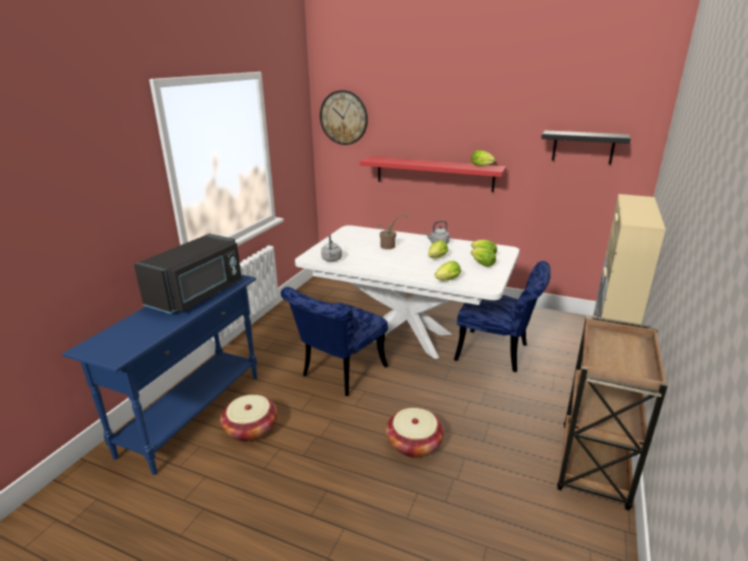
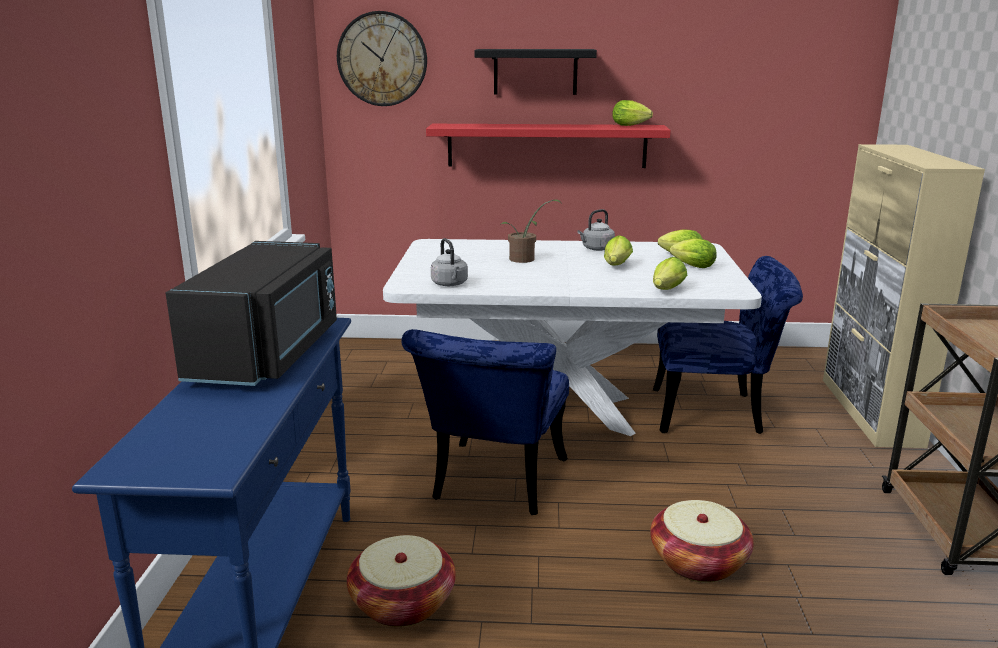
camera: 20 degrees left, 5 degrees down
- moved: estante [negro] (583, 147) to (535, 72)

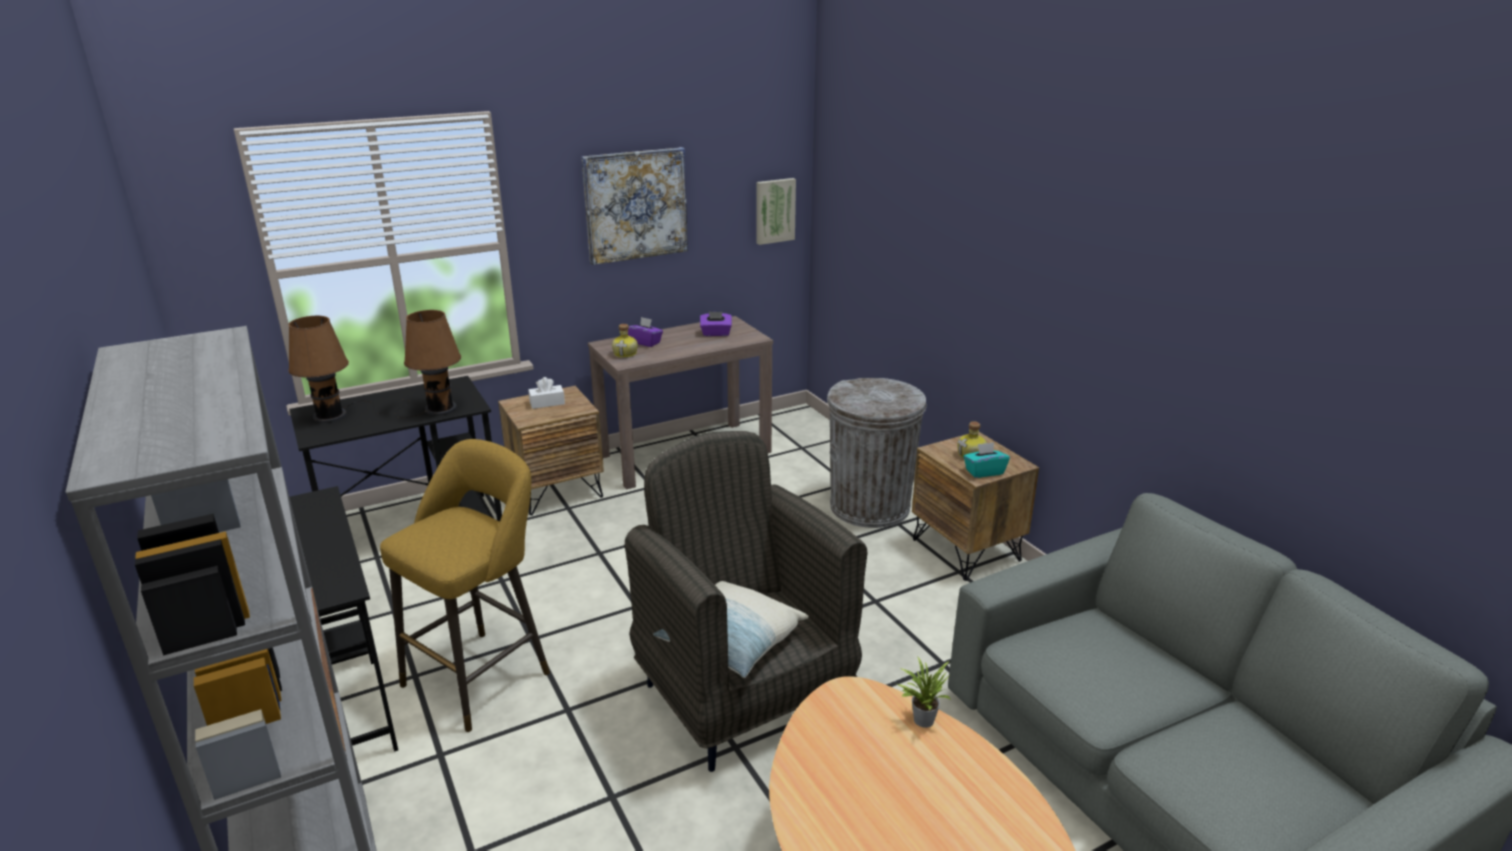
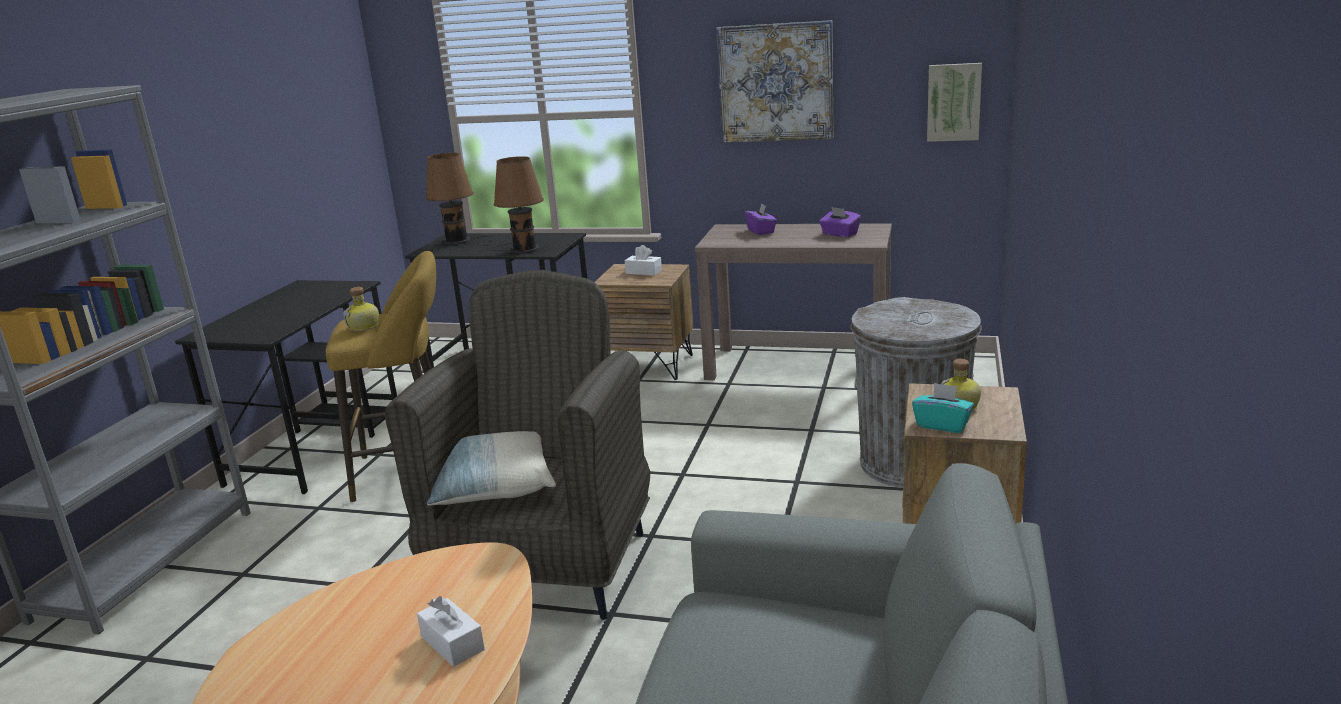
camera: 45 degrees right, 5 degrees down
- moved: botella (626, 354) to (364, 326)
- removed: planta en maceta (921, 718)
- added: caja de pañuelos [blanco] (452, 643)

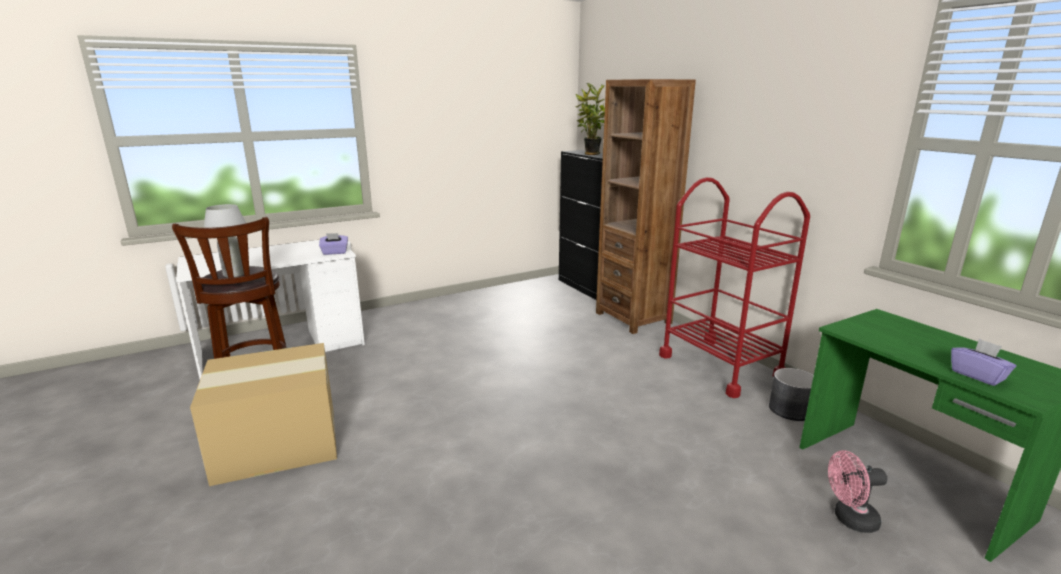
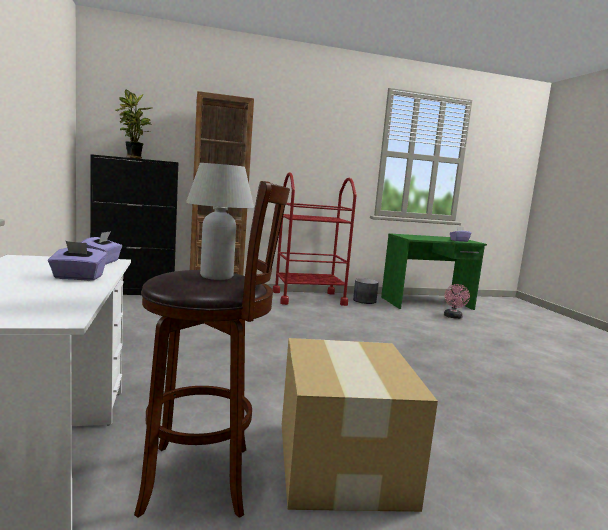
camera: 75 degrees left, 10 degrees down
- added: caja de pañuelos [morado] (78, 277)

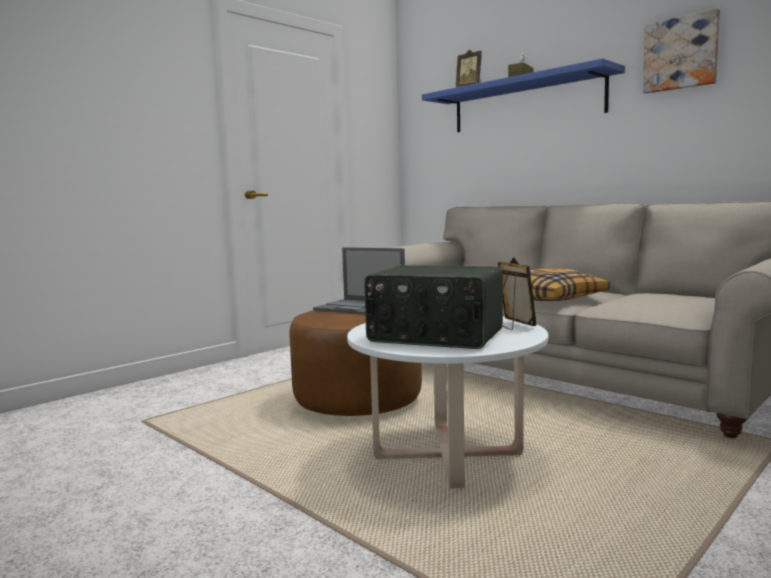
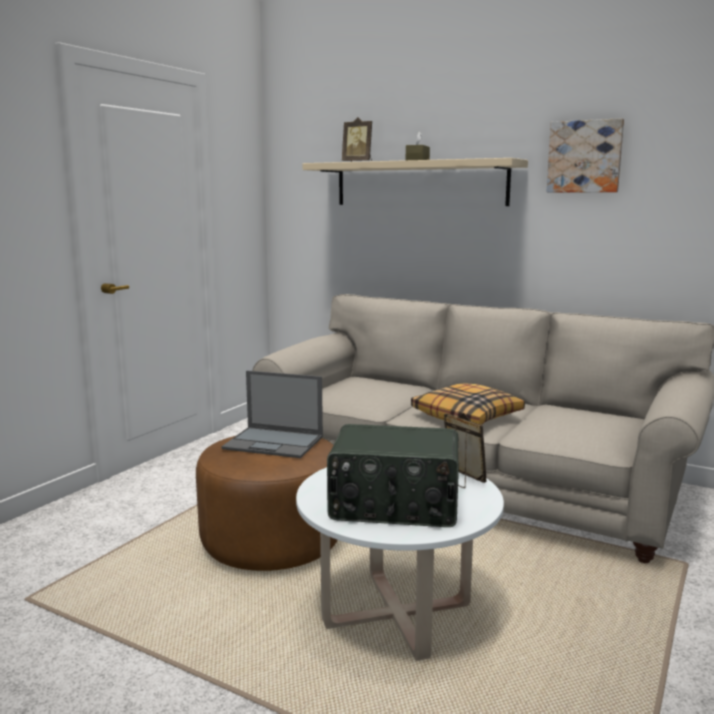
camera: 15 degrees left, 5 degrees up
- recoloured: estante [azul] (525, 103) to estante [beis] (419, 184)

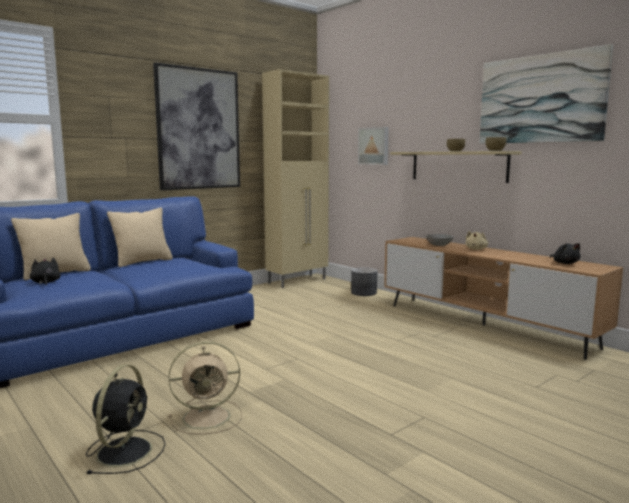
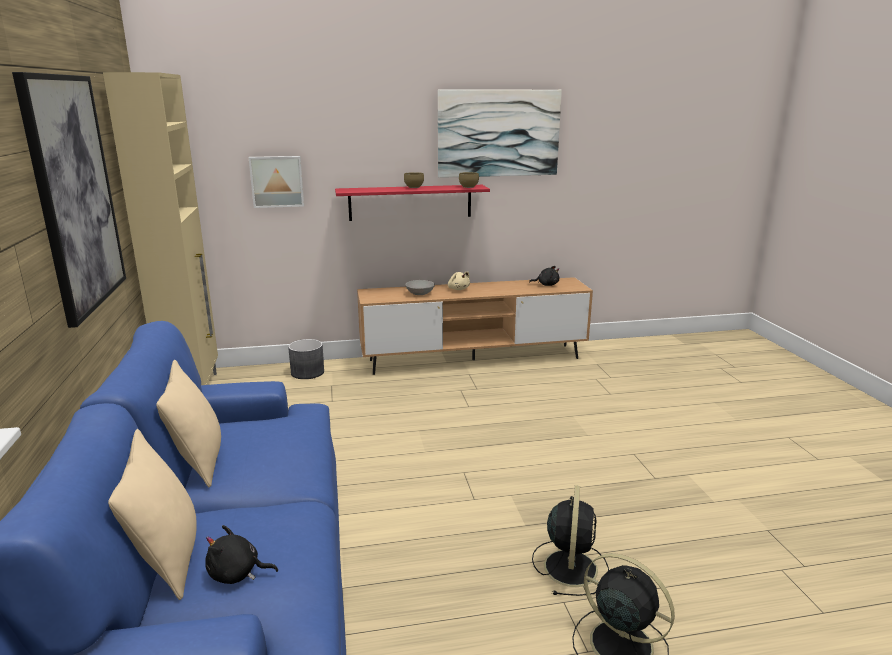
camera: 60 degrees left, 10 degrees up
- recoloured: ventilador [beis] (209, 417) to ventilador [negro] (570, 566)
- recoloured: estante [beis] (458, 166) to estante [rojo] (410, 202)

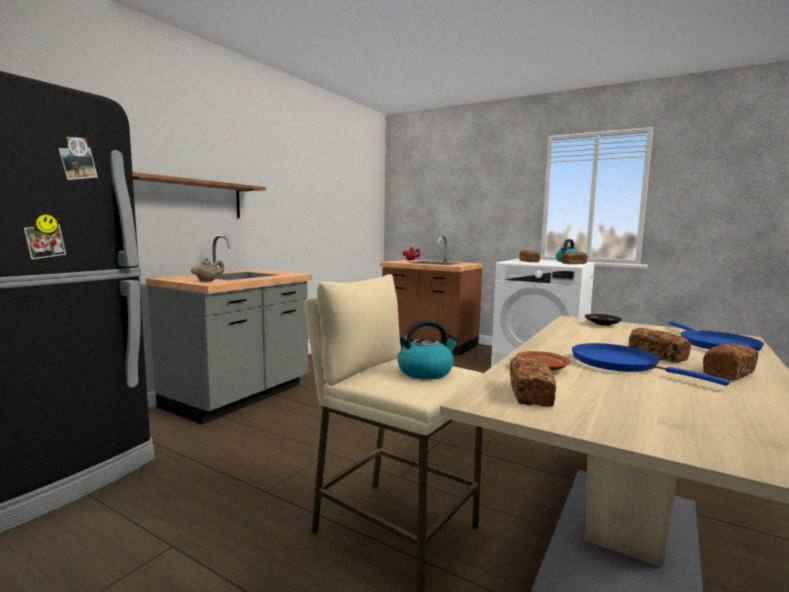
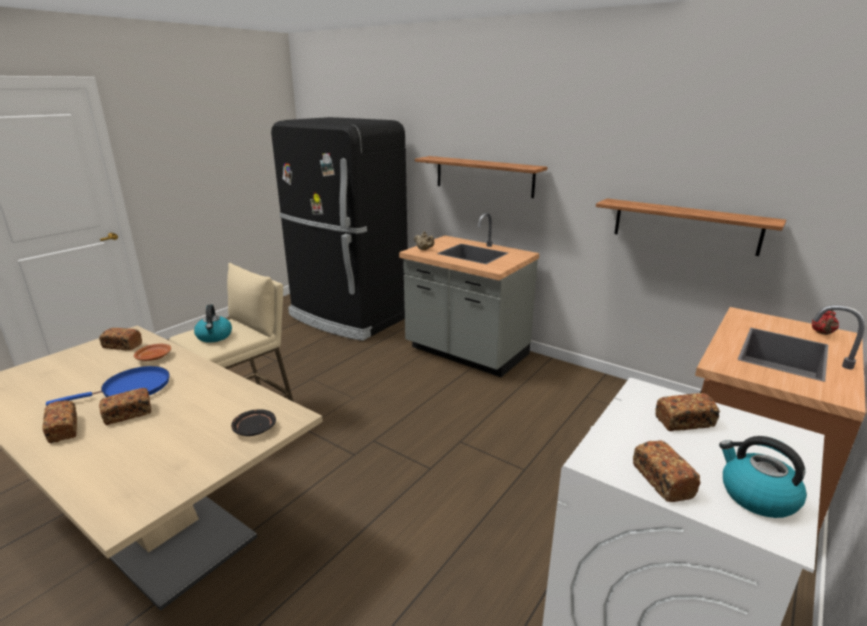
camera: 95 degrees right, 15 degrees up
- removed: sartén [azul] (715, 344)
- added: estante (685, 226)

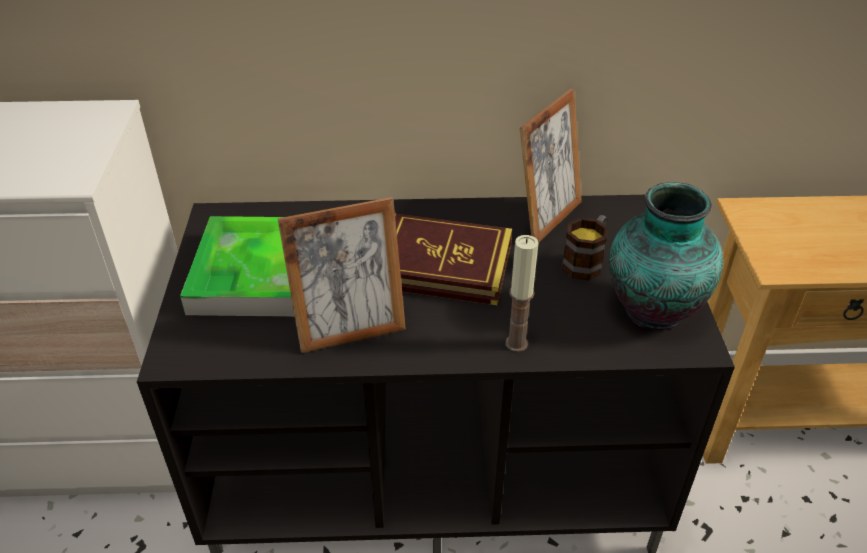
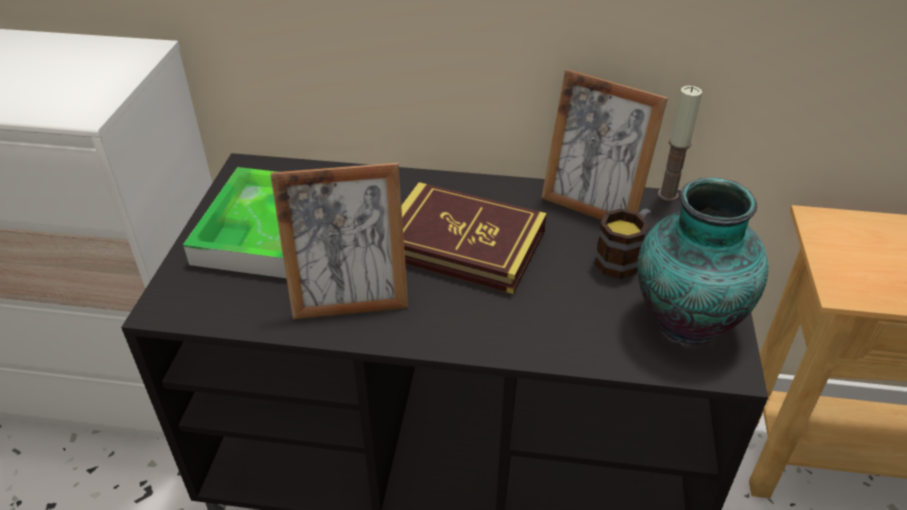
camera: 10 degrees right, 0 degrees up
- moved: vela (516, 343) to (667, 195)
- turned: portarretratos (547, 218) = (591, 207) 75 degrees clockwise

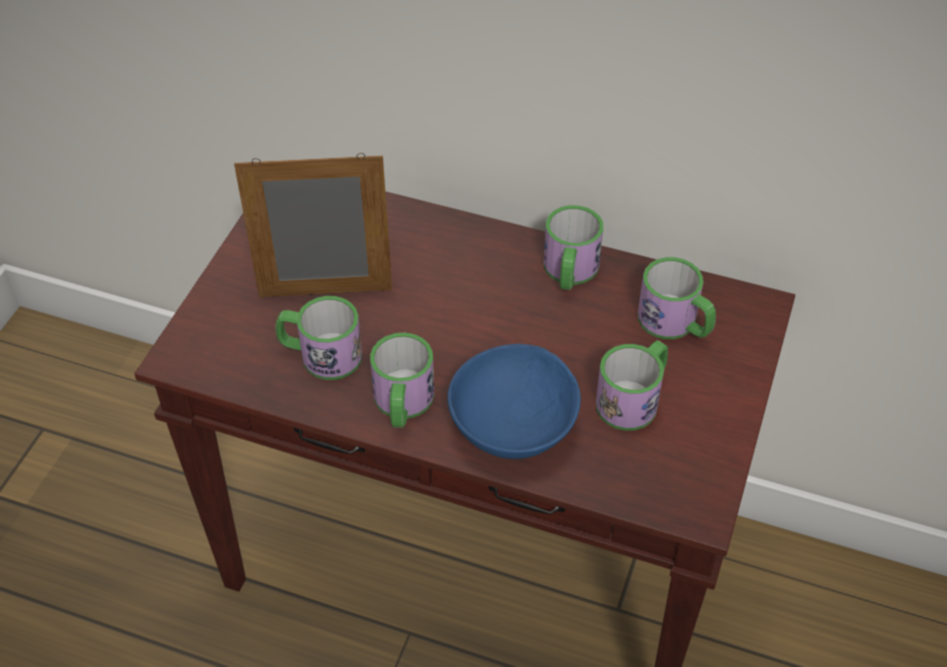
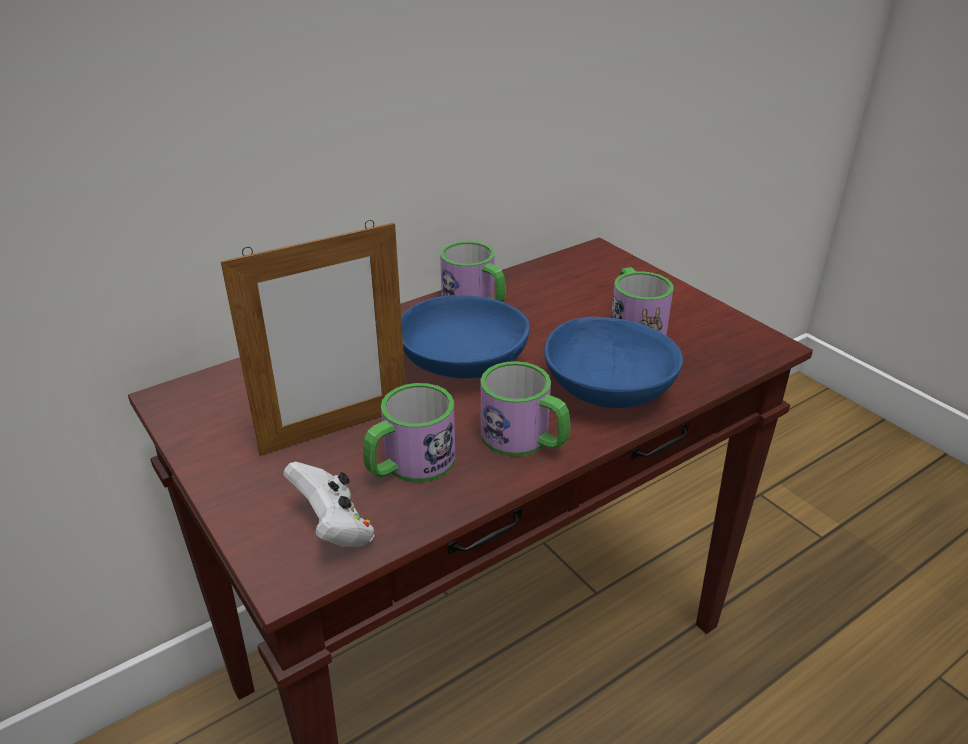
camera: 55 degrees left, 15 degrees down
- turned: portarretratos (325, 293) = (335, 430) 150 degrees counterclockwise
- removed: taza grande (675, 323)
- added: mando de consola [blanco] (334, 528)
- added: cuenco [azul] (462, 364)

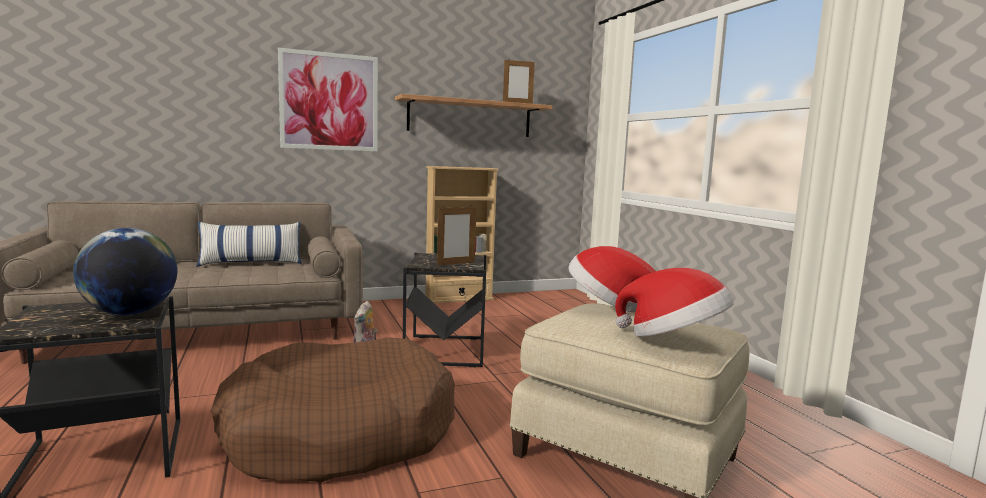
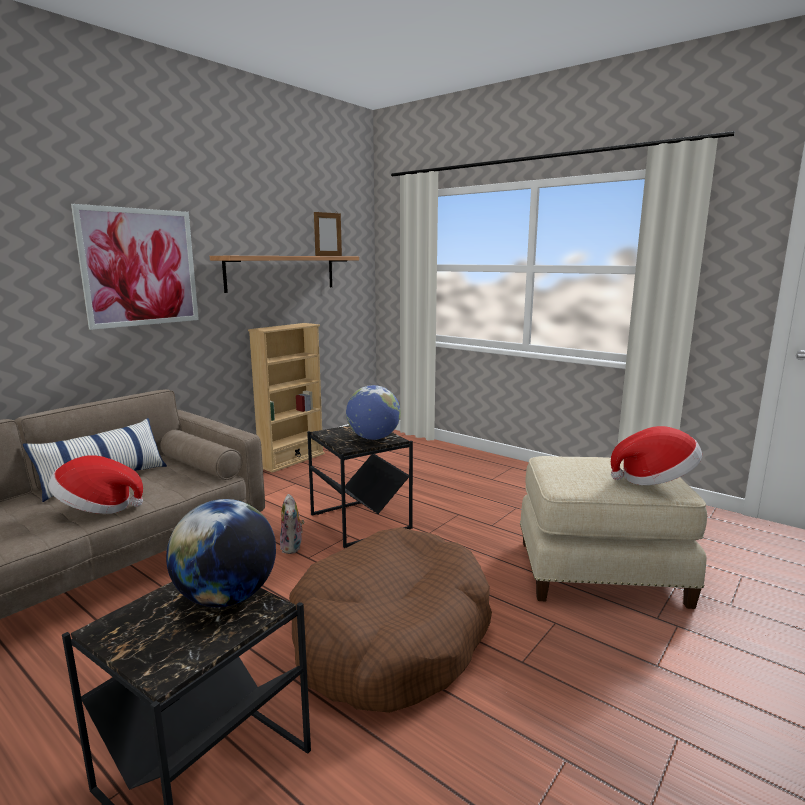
camera: 30 degrees left, 5 degrees up
- replaced: portarretratos (456, 263) to globo terráqueo (373, 438)
- moved: sombrero (608, 306) to (97, 508)

